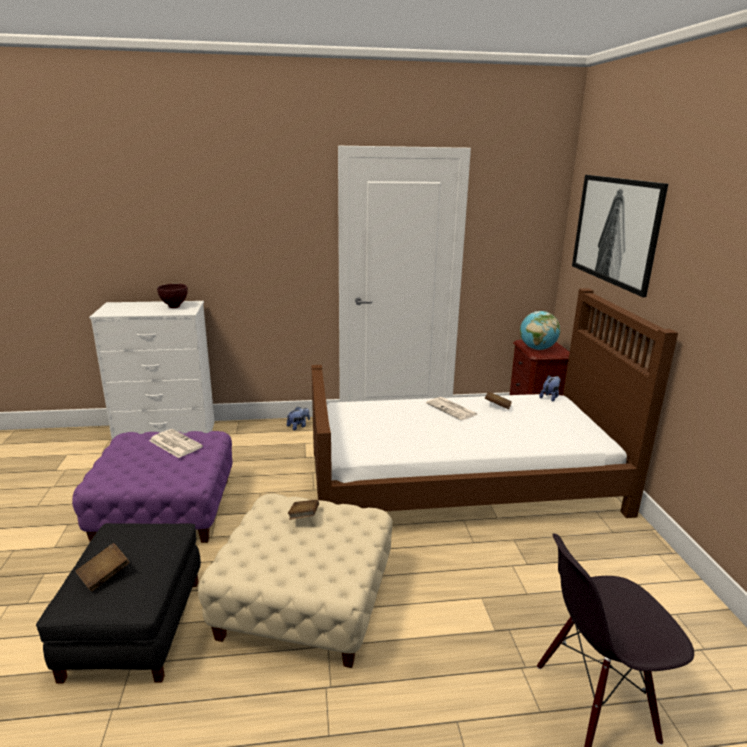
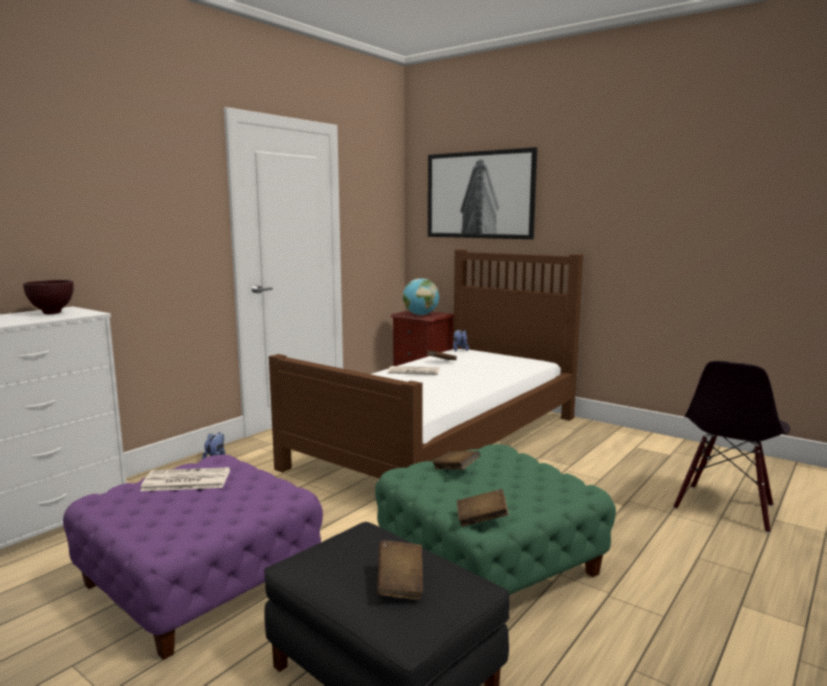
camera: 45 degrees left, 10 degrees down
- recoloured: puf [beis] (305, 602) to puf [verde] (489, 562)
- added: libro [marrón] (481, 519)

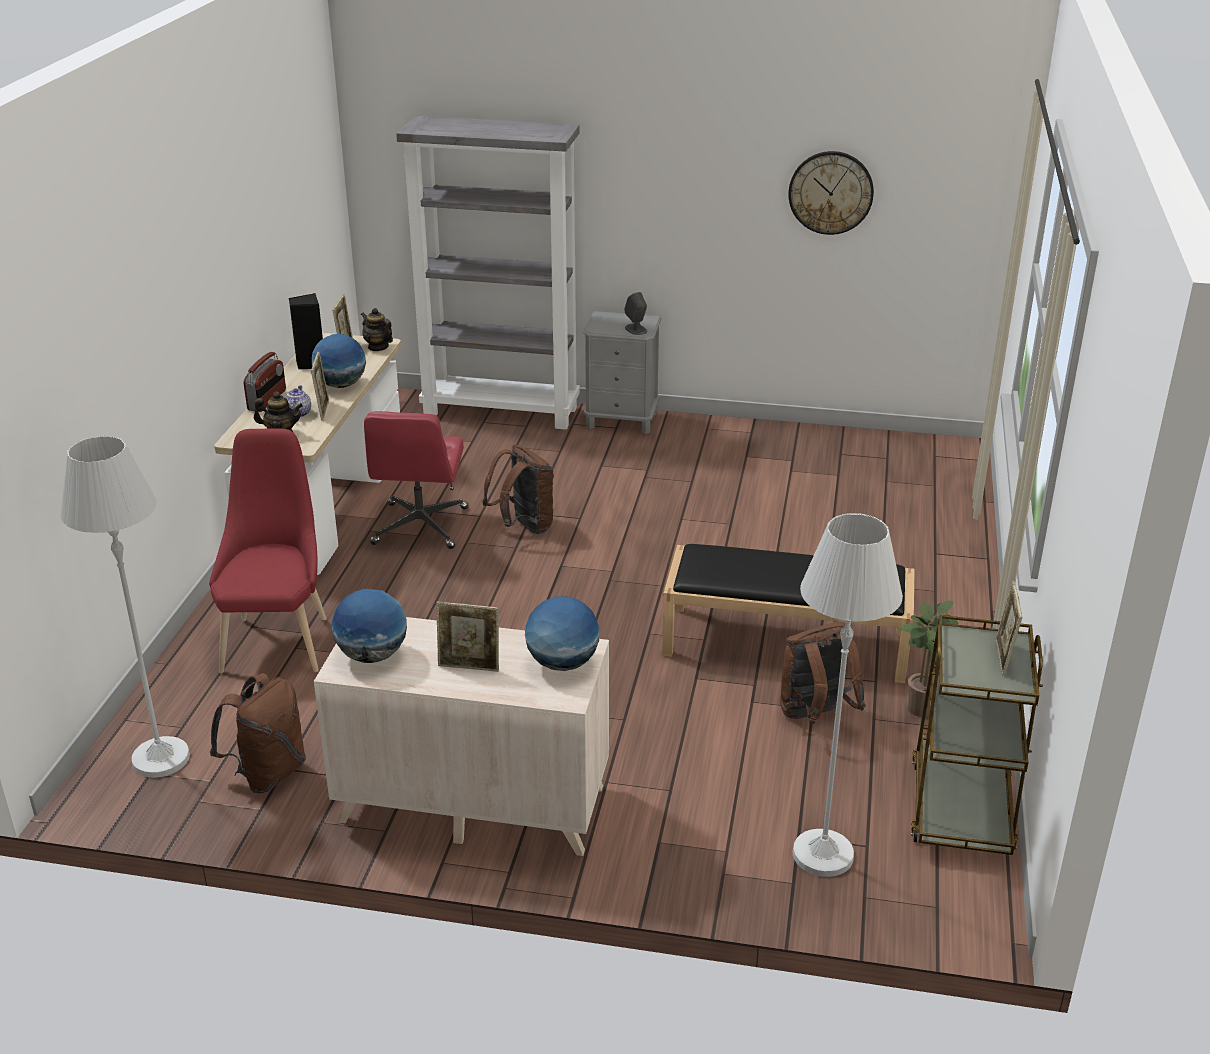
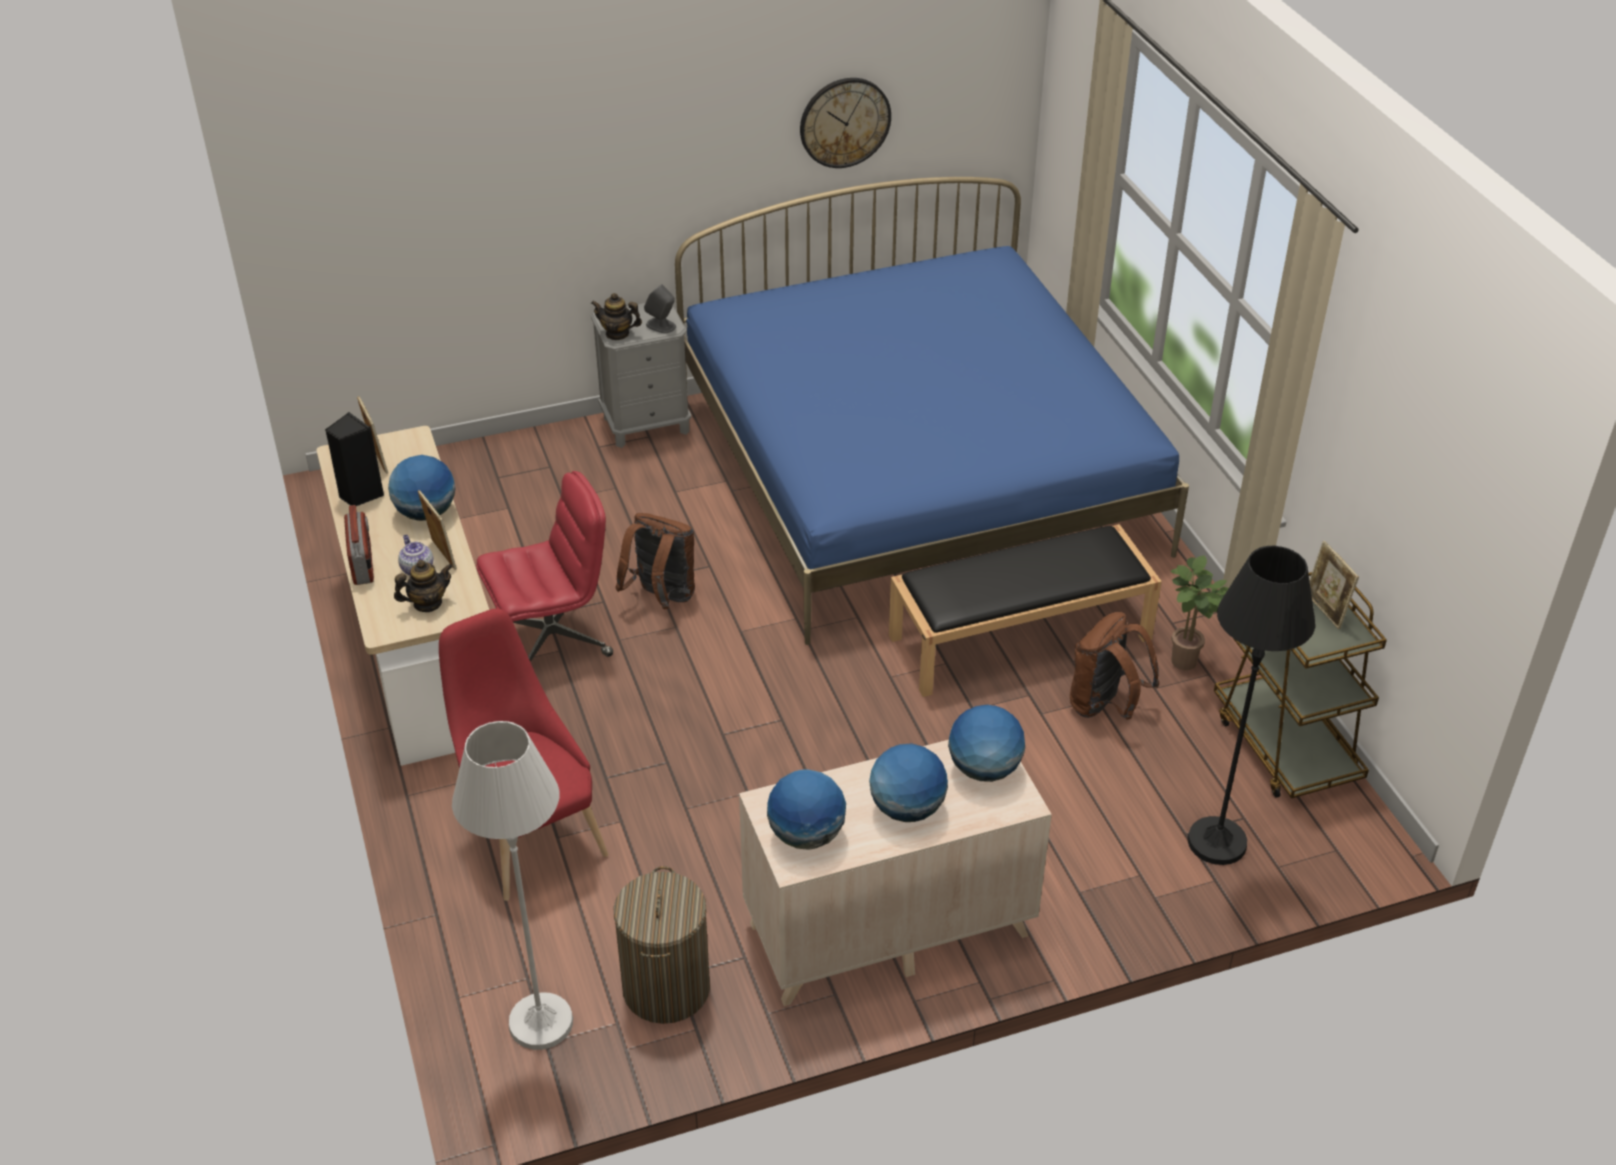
camera: 30 degrees left, 10 degrees up
- replaced: mochila [marrón] (268, 773) to cesto de la ropa (666, 988)
- moved: tetera (378, 347) to (617, 333)
- turned: silla de oficina [rojo] (420, 527) = (553, 639) 90 degrees counterclockwise
- removed: estantería [gris] (502, 411)
- replaced: portarretratos (469, 666) to globo terráqueo (907, 808)
- recoloured: lámpara de pie [blanco] (823, 854) to lámpara de pie [negro] (1217, 842)
- added: cama [azul] (917, 474)

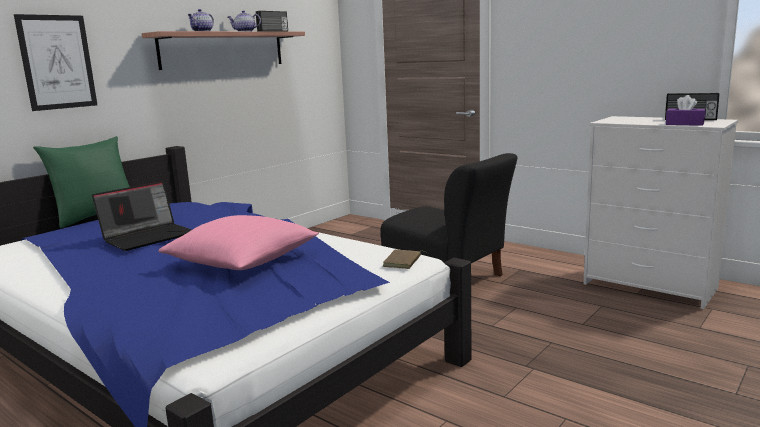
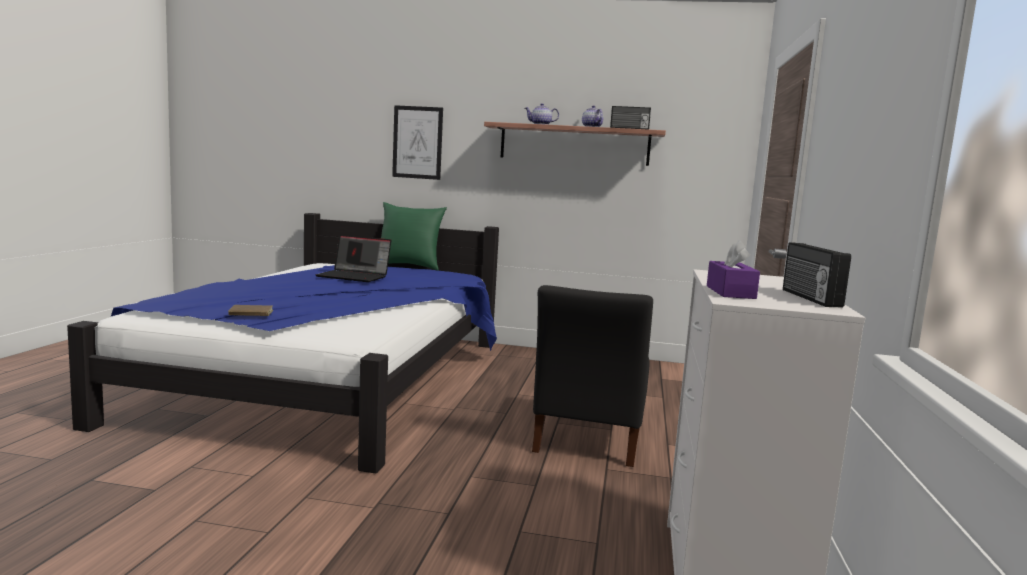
camera: 60 degrees right, 5 degrees down
- removed: cojín [rosa] (243, 262)
- moved: libro [marrón] (403, 262) to (250, 313)

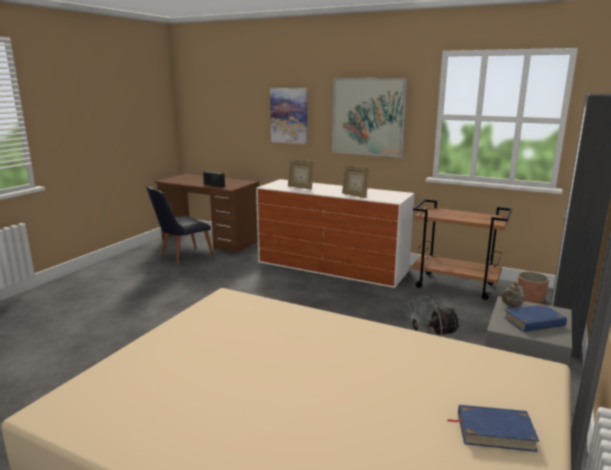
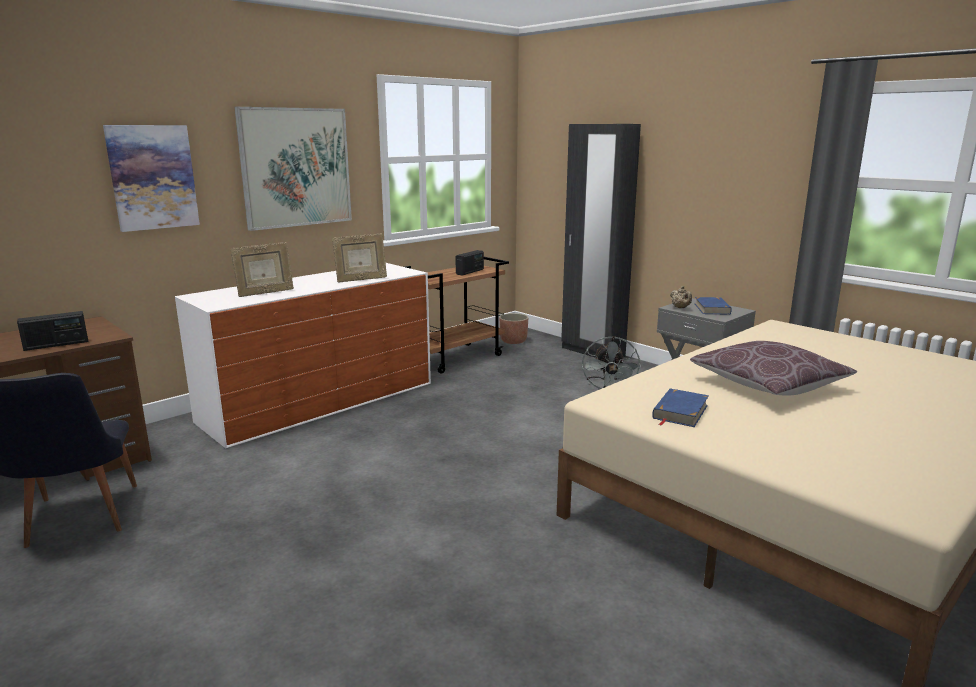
camera: 70 degrees left, 0 degrees up
- moved: libro [azul] (494, 431) to (679, 412)
- added: radio (470, 272)
- added: cojín [marrón] (768, 385)

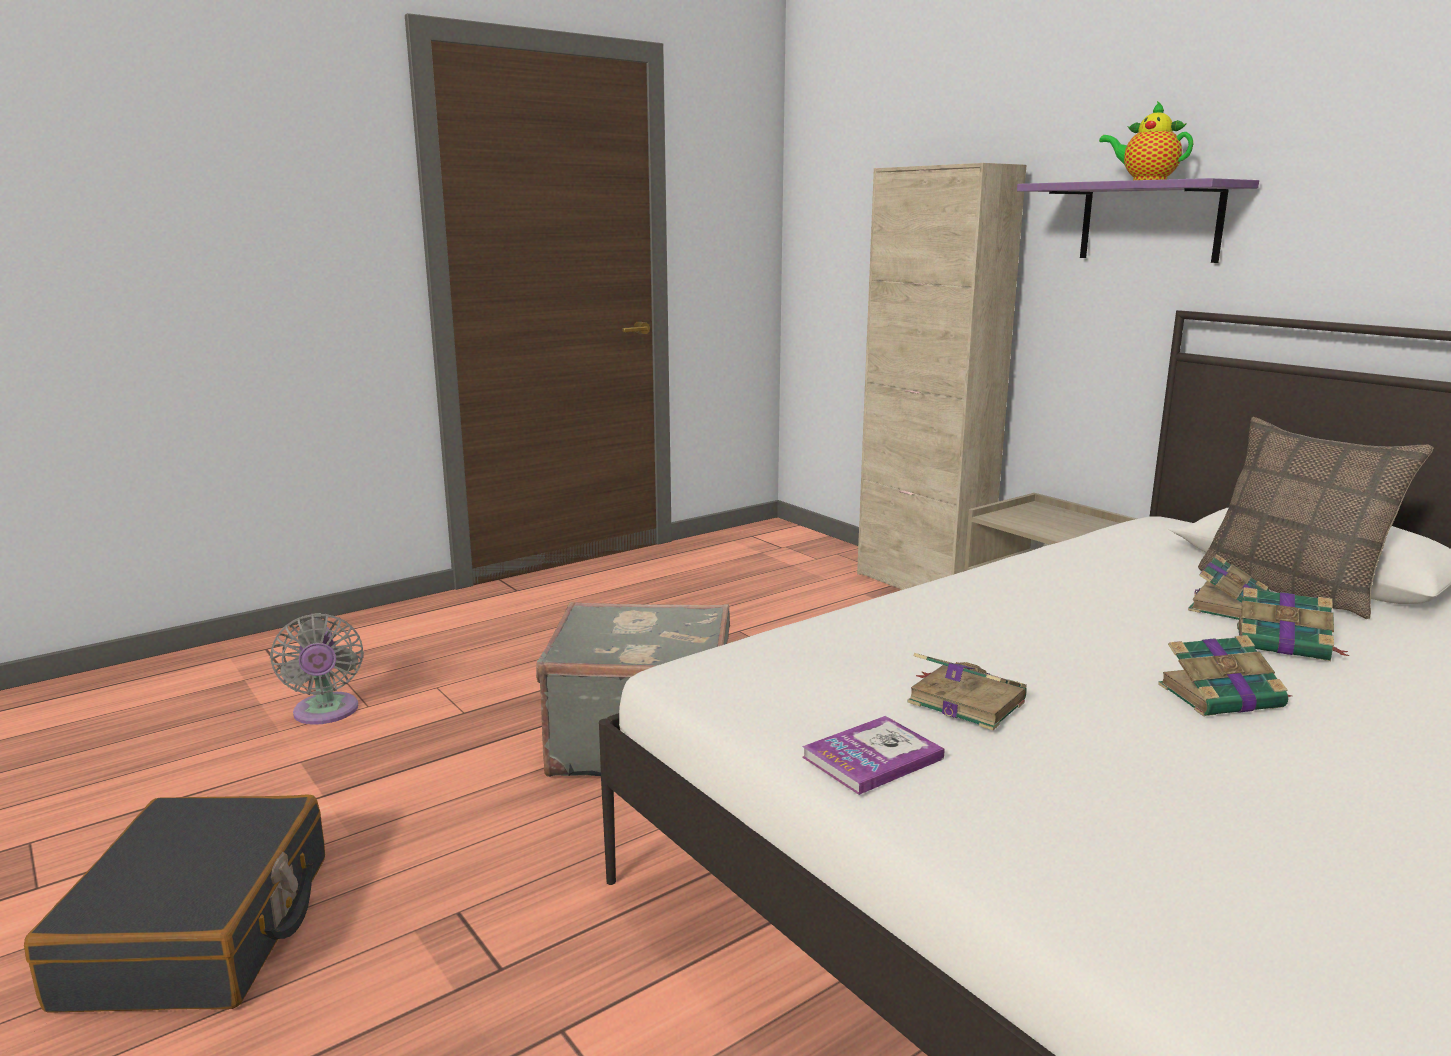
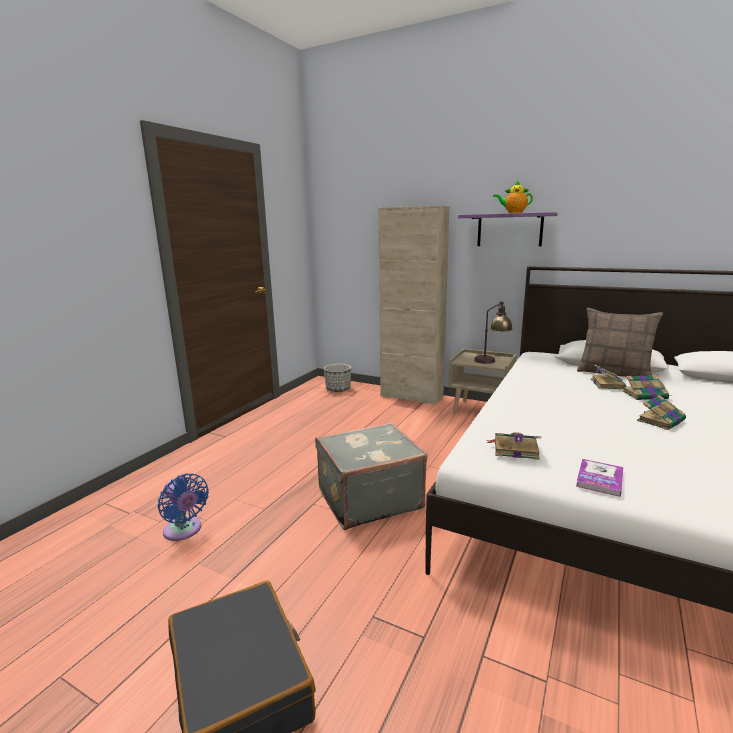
camera: 25 degrees left, 0 degrees up
- recoloured: ventilador [gris] (326, 713) to ventilador [azul] (184, 531)
- moved: libro (964, 701) to (514, 449)
- added: maceta (338, 389)
- added: lámpara de mesa (492, 359)

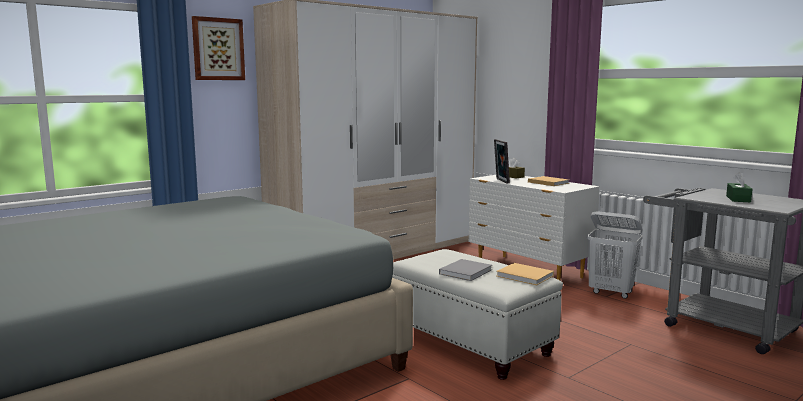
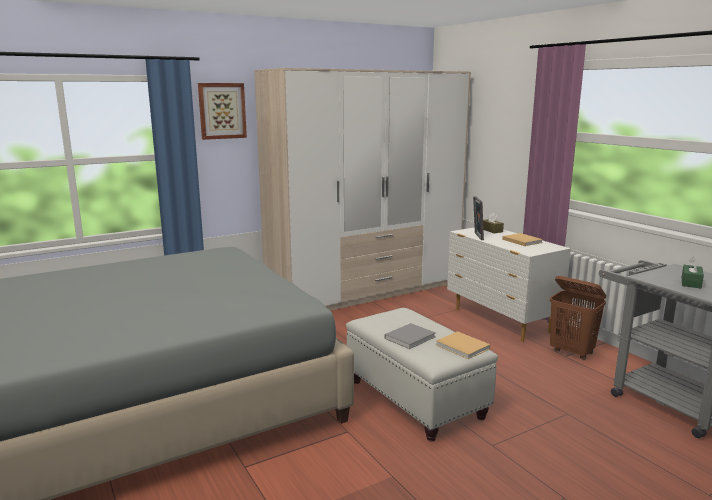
camera: 10 degrees right, 5 degrees up
- recoloured: cesto de la ropa [blanco] (611, 293) to cesto de la ropa [marrón] (572, 352)

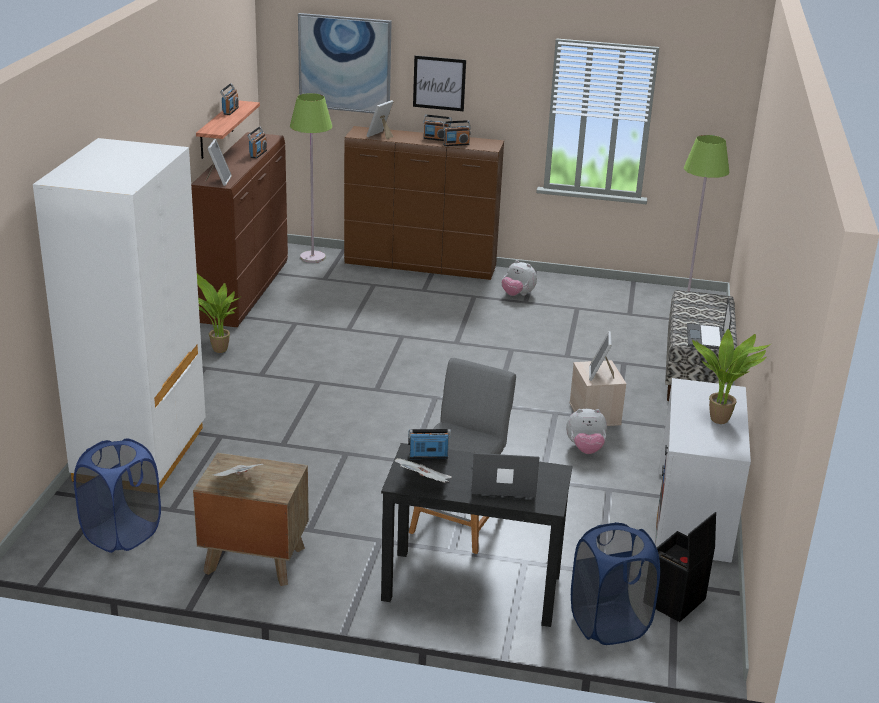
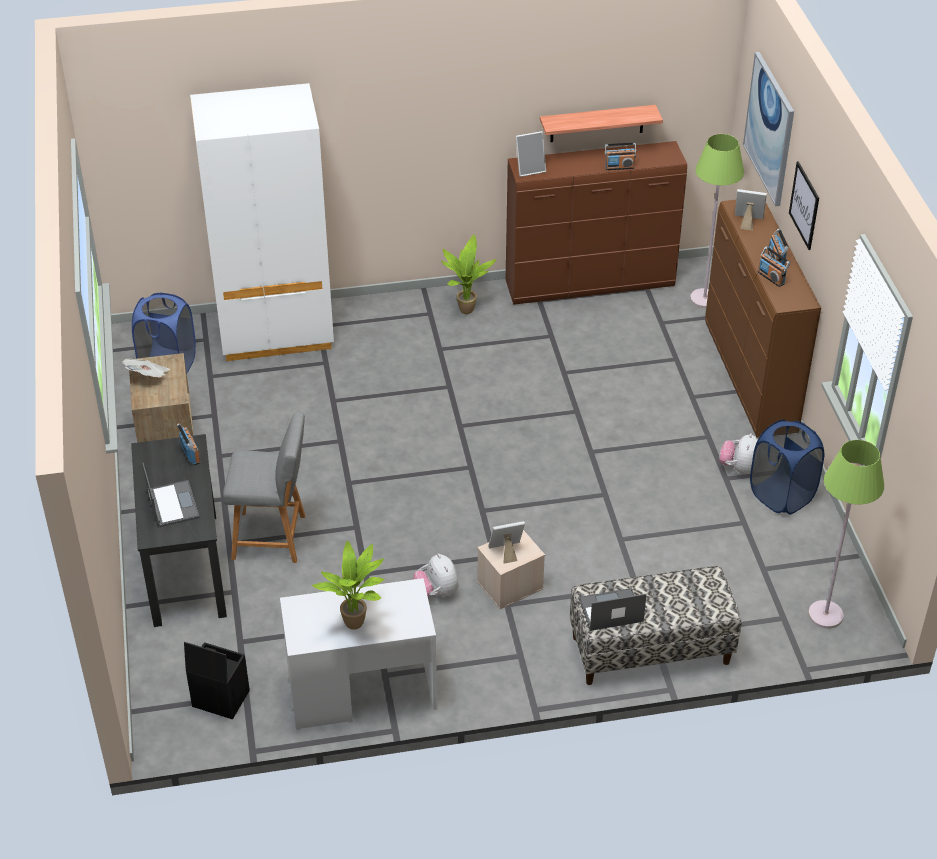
camera: 70 degrees right, 15 degrees up
- removed: radio (230, 111)
- removed: periódico (424, 483)
- moved: cesto de la ropa [azul] (609, 624) to (781, 495)

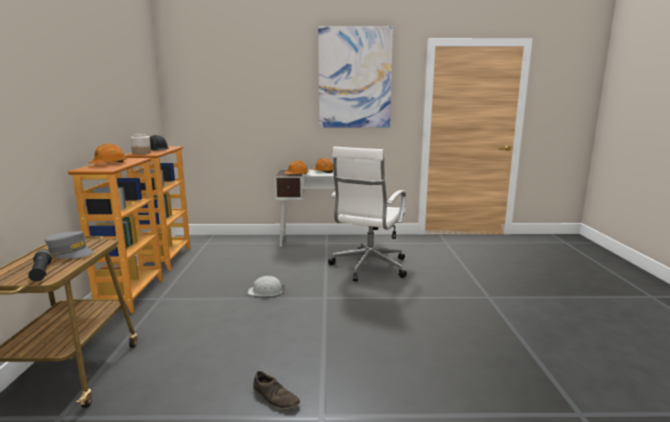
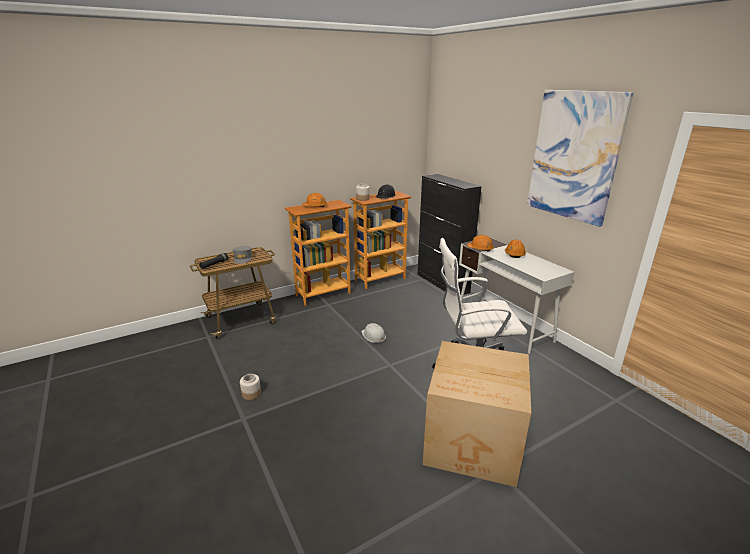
camera: 60 degrees right, 10 degrees up
- replaced: zapato [marrón] (275, 398) to tarro (251, 393)
- added: armario [negro] (442, 283)
- added: caja de cartón (473, 442)

